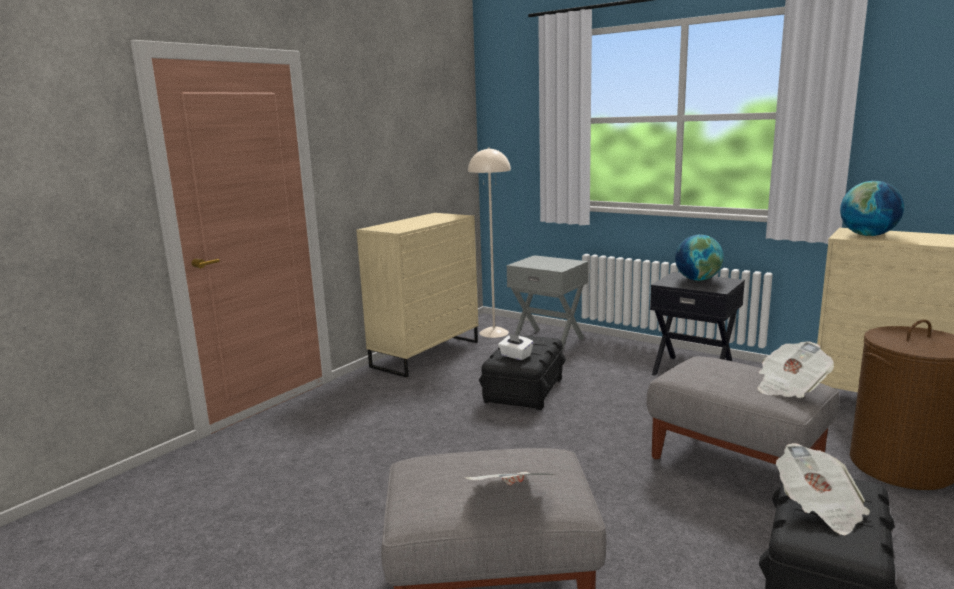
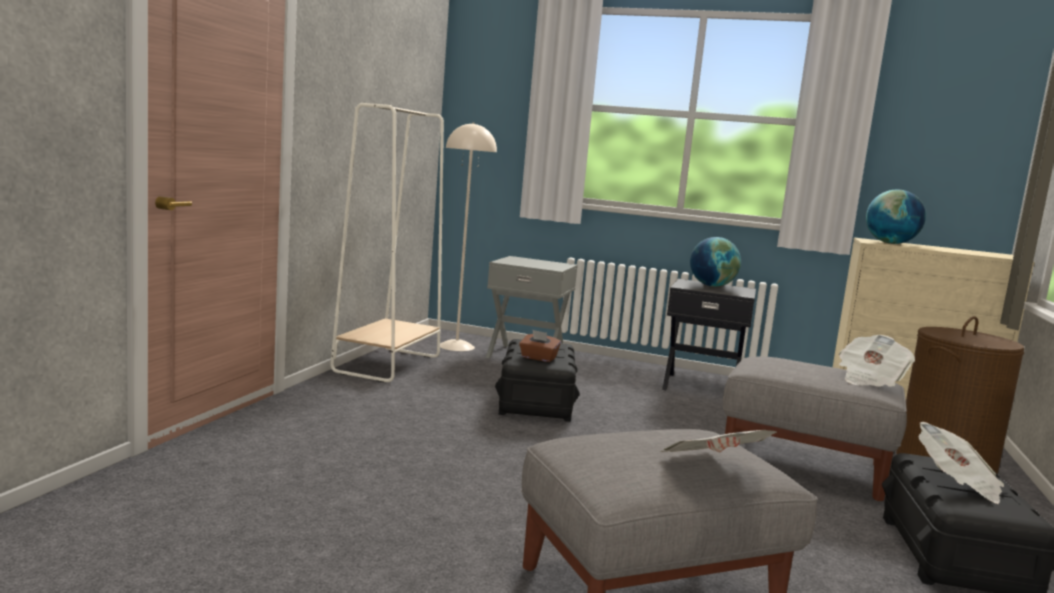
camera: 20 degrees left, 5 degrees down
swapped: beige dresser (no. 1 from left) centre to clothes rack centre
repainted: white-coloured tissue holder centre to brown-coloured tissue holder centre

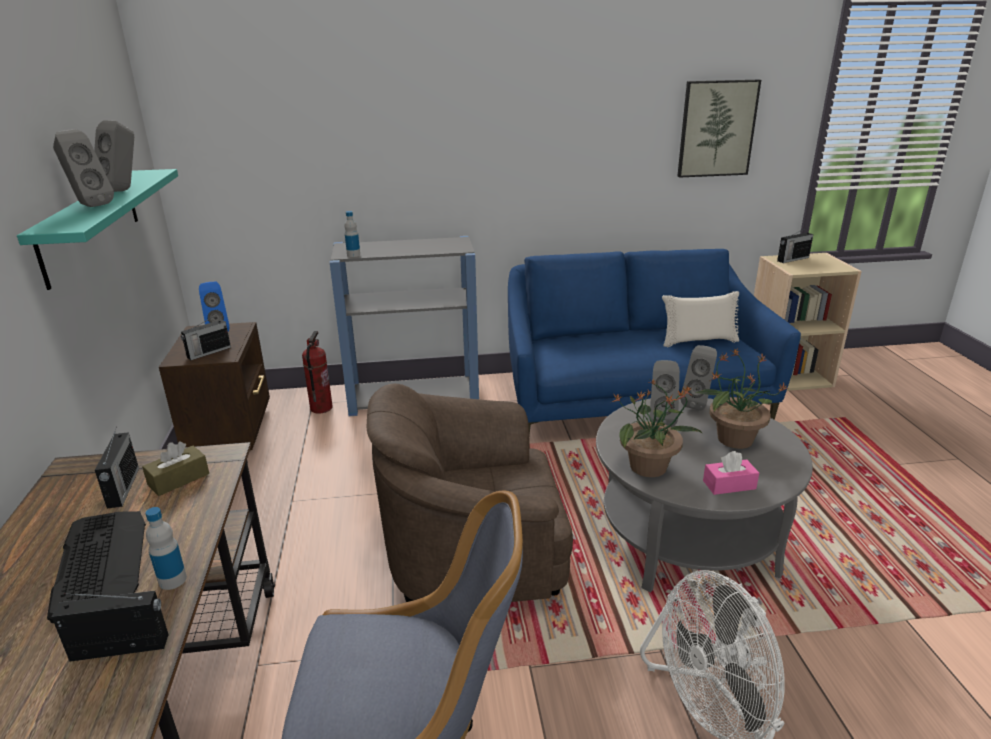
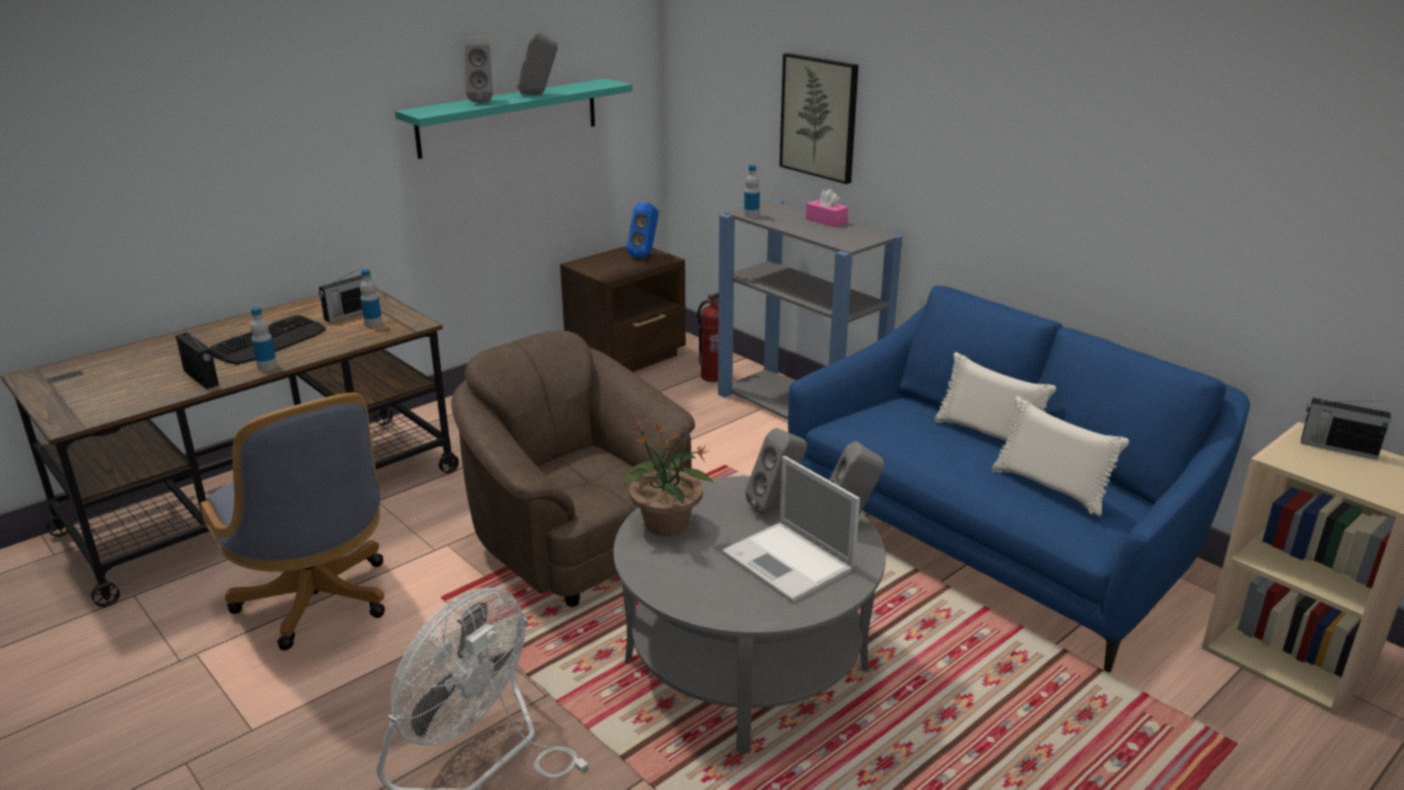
camera: 55 degrees right, 0 degrees up
gone: radio set (no. 3 from left) middle left
new: white-coloured pillow (no. 1 from left) middle right
shifted: wall art top right to top centre; pinkish tissue holder middle right to top centre
swapped: brown-coloured tissue holder middle left to drink bottle (no. 2 from left) middle left; plant in a pot (no. 2 from left) middle right to notebook computer bottom centre

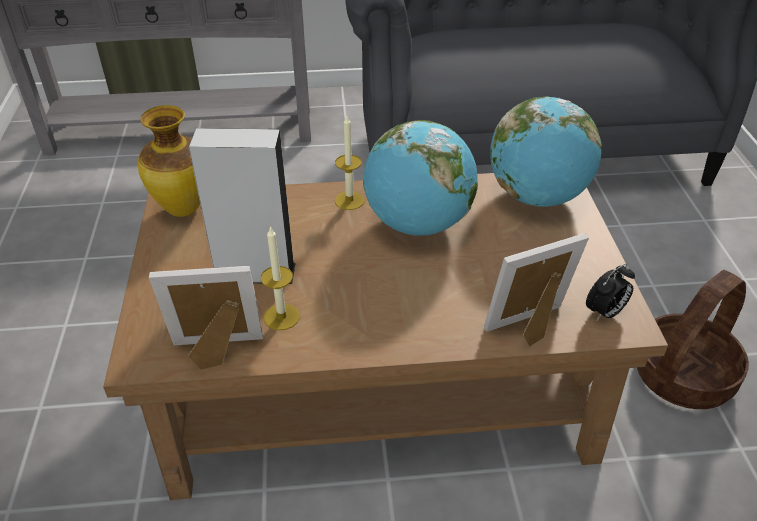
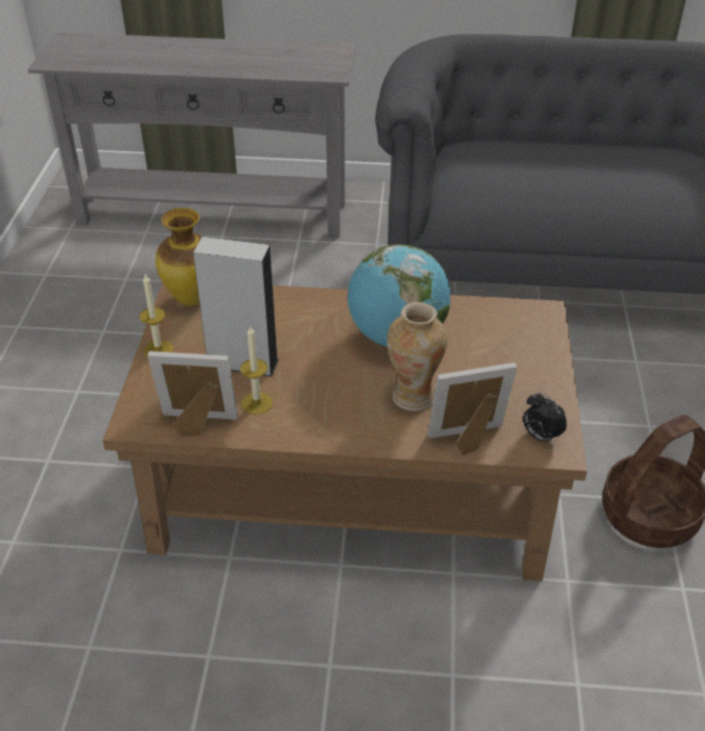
camera: 10 degrees right, 0 degrees up
gone: world globe (no. 2 from left) top right
new: decorative vase (no. 2 from left) centre
shifted: candle (no. 2 from left in the first image) top centre to candle (no. 1 from left) middle left
rotated: table clock middle right = middle right 75 degrees clockwise

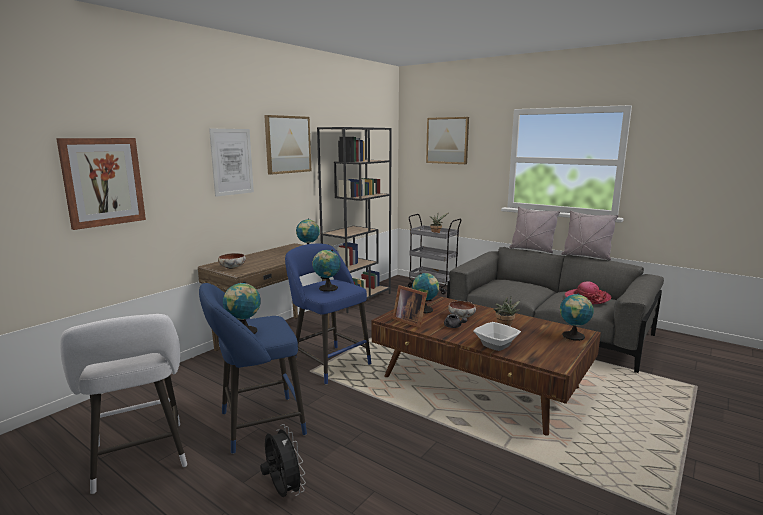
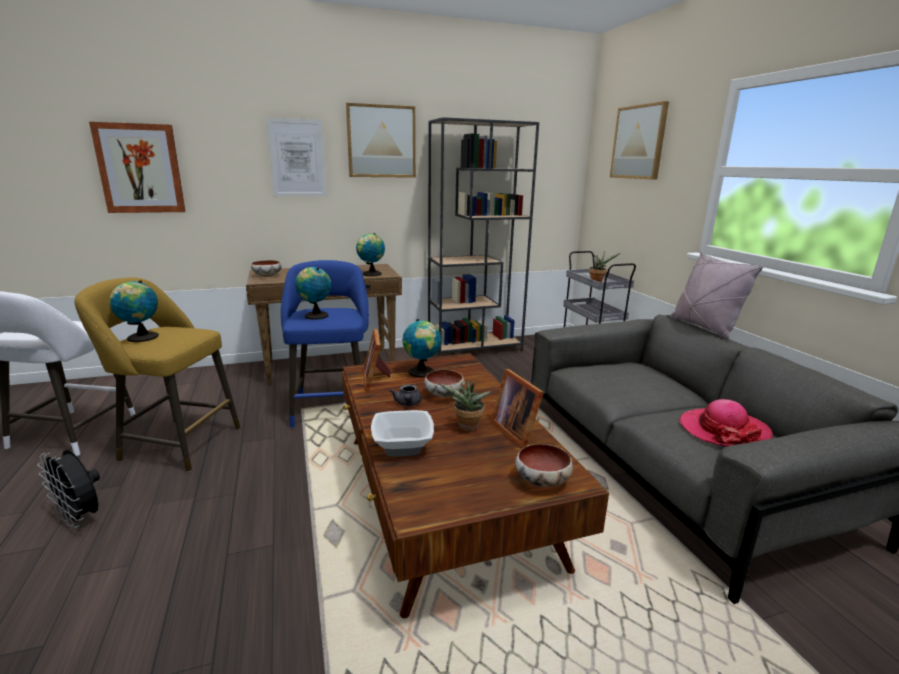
camera: 35 degrees right, 5 degrees up
gone: purple-coloured pillow (no. 2 from left) middle right
new: picture frame (no. 2 from left) centre
swapped: world globe (no. 5 from left) middle right to serving bowl (no. 4 from left) bottom centre
repainted: blue-coloured stool seat (no. 1 from left) bottom left to yellow stool seat middle left
rotated: black cooling fan bottom centre = bottom left 120 degrees clockwise

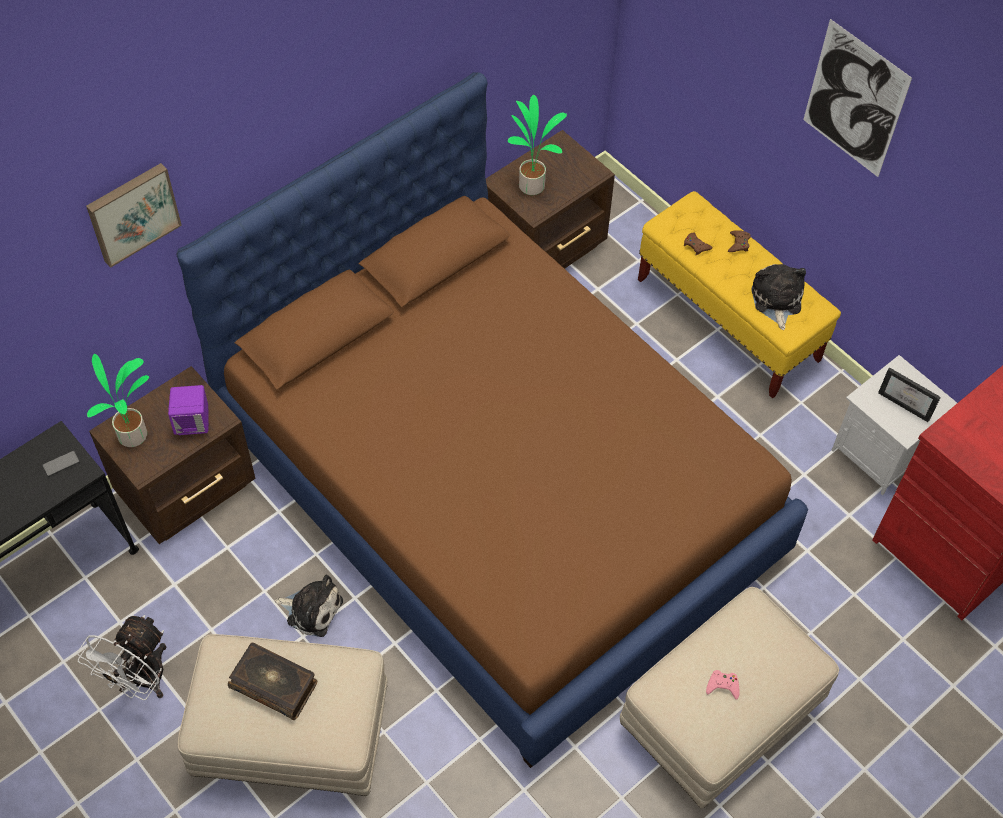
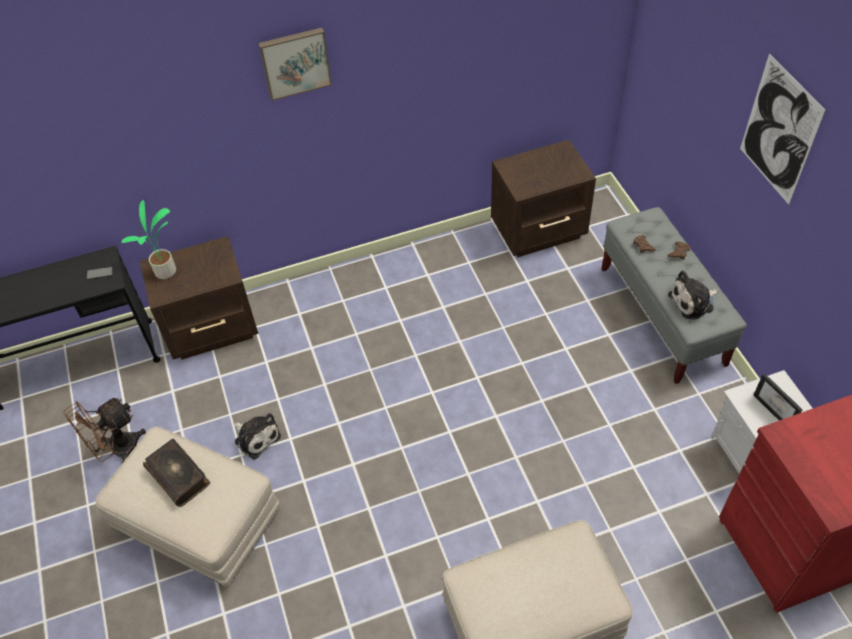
camera: 25 degrees right, 5 degrees down
gone: purple-coloured loudspeaker middle left; brown-coloured bedroom bed centre; plant in a pot (no. 2 from left) top centre; pinkish game controller bottom right
shifted: wall art (no. 1 from left) top left to top centre
repainted: white-coloured cooling fan bottom left to brown-coloured cooling fan bottom left; yellow indoor bench middle right to grey indoor bench middle right
rotated: plush toy (no. 2 from left) middle right = middle right 135 degrees counterclockwise

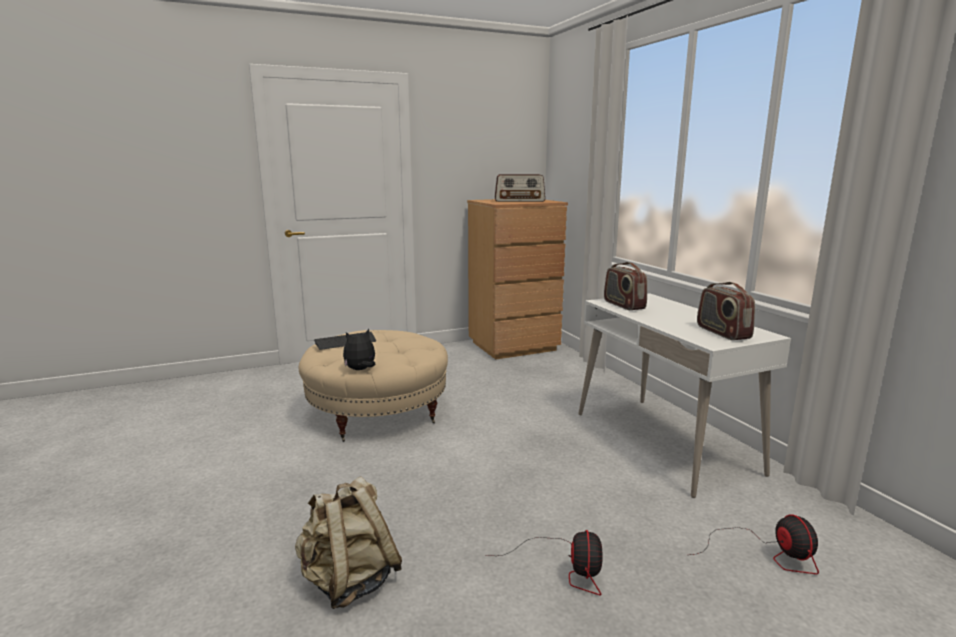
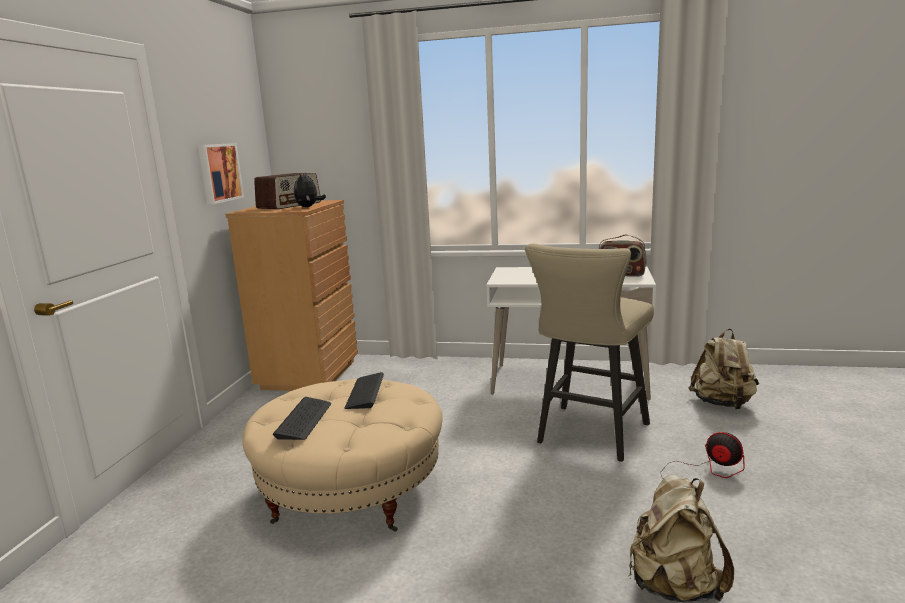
camera: 55 degrees left, 0 degrees up
gone: radio set (no. 2 from left) centre
new: wall art top left; PC keyboard (no. 2 from left) centre; beige stool seat centre
shifted: plush toy centre to top centre
swapped: cooling fan (no. 2 from left) bottom right to beige backpack (no. 2 from left) middle right

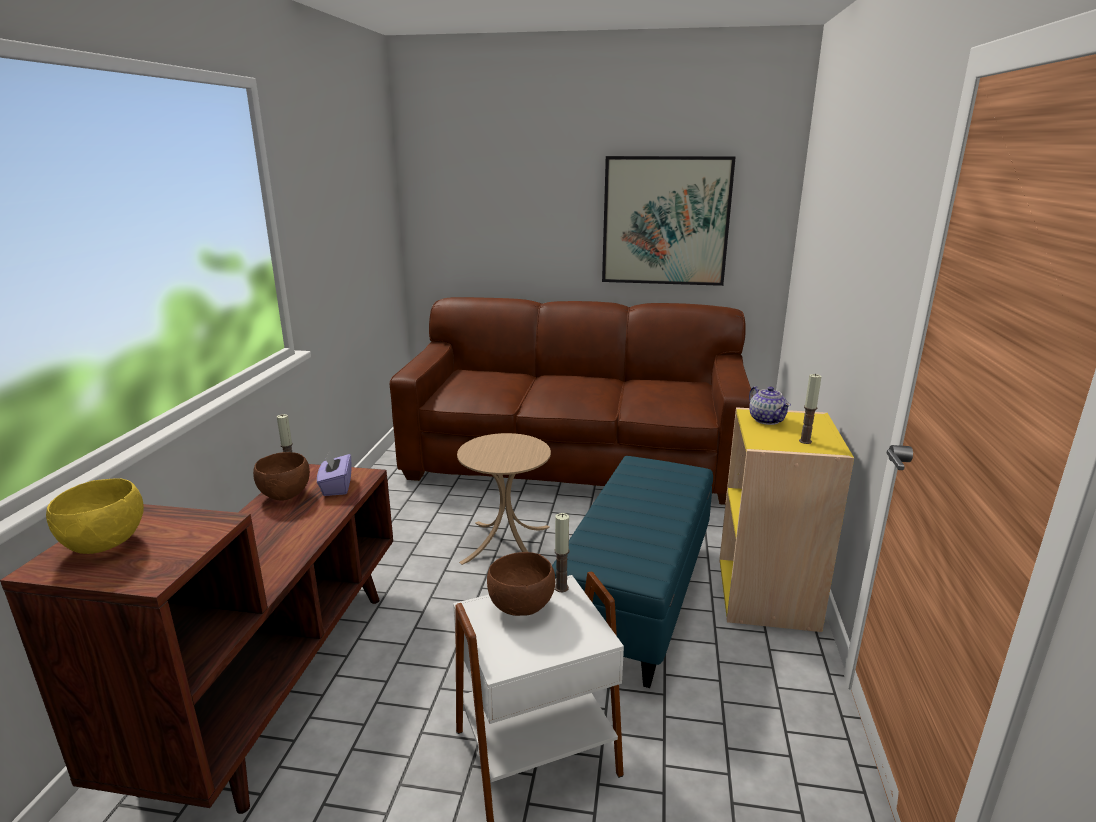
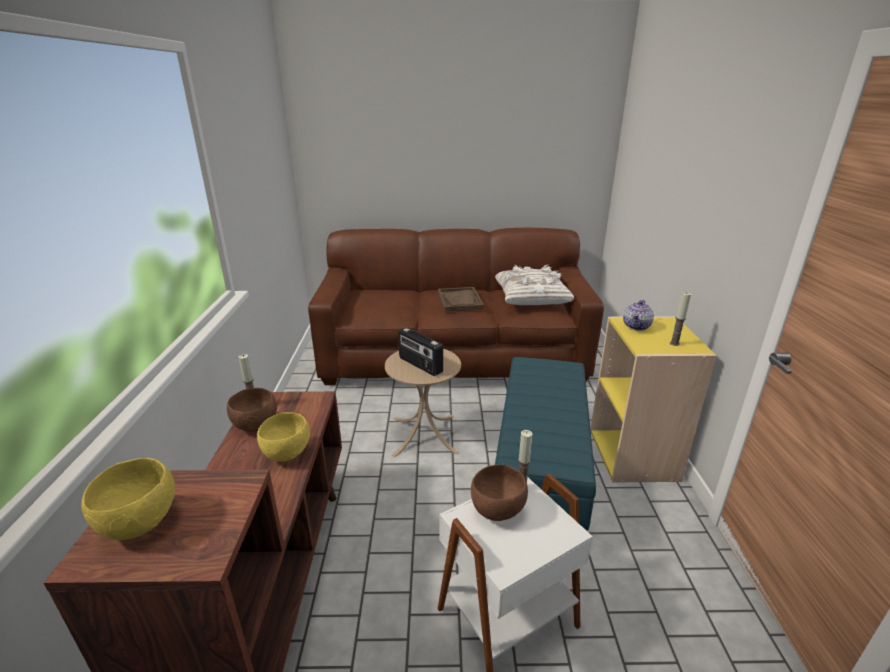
camera: 10 degrees left, 5 degrees up
gone: purple-coloured tissue holder middle left; wall art top centre
new: yellow serving bowl (no. 2 from left) middle left; radio set centre; brown-coloured tray centre; white-coloured pillow centre
rotated: tea pot middle right = middle right 60 degrees clockwise

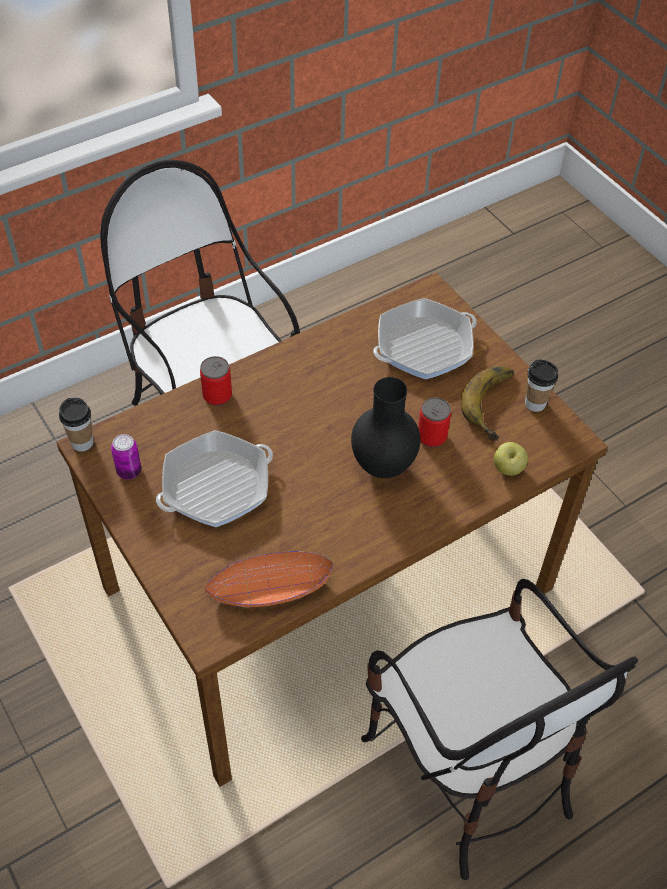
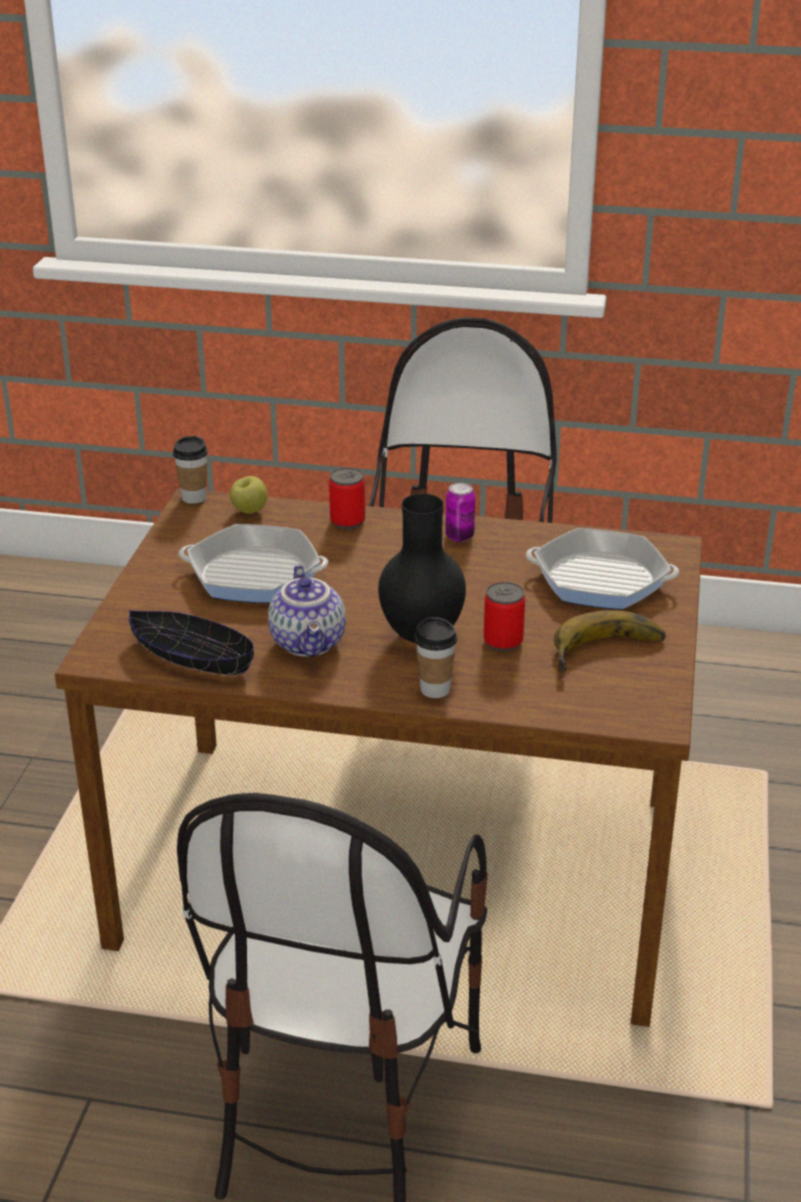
camera: 45 degrees right, 20 degrees down
new: tea pot centre
shifted: can (no. 1 from left in the first image) middle left to can (no. 2 from left) centre; whole apple middle right to middle left; cup (no. 2 from left) middle right to centre
repainted: orange-coloured serving bowl centre to black serving bowl middle left

